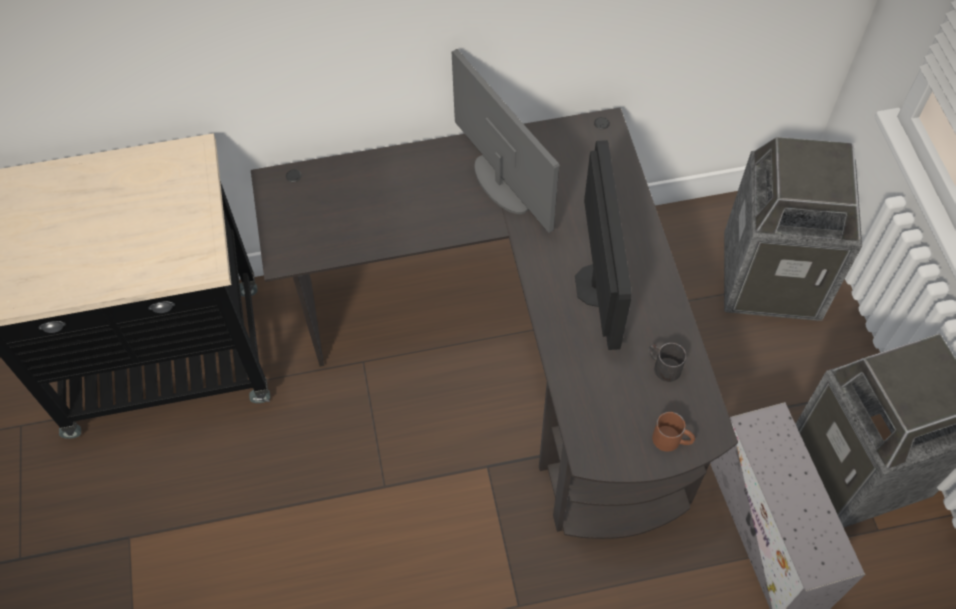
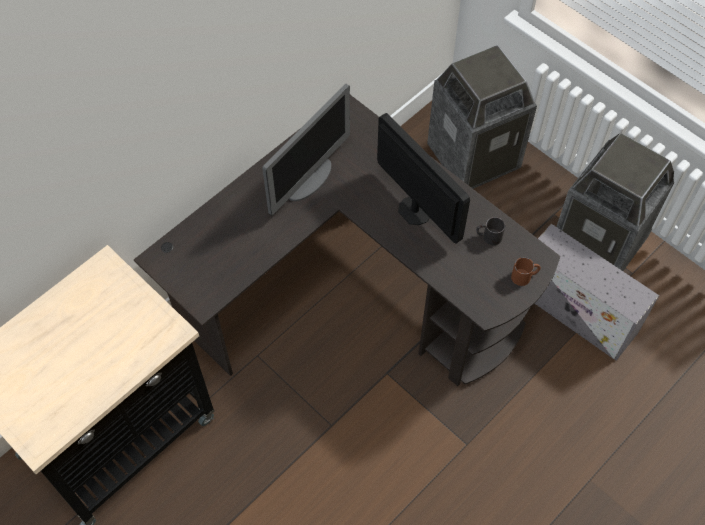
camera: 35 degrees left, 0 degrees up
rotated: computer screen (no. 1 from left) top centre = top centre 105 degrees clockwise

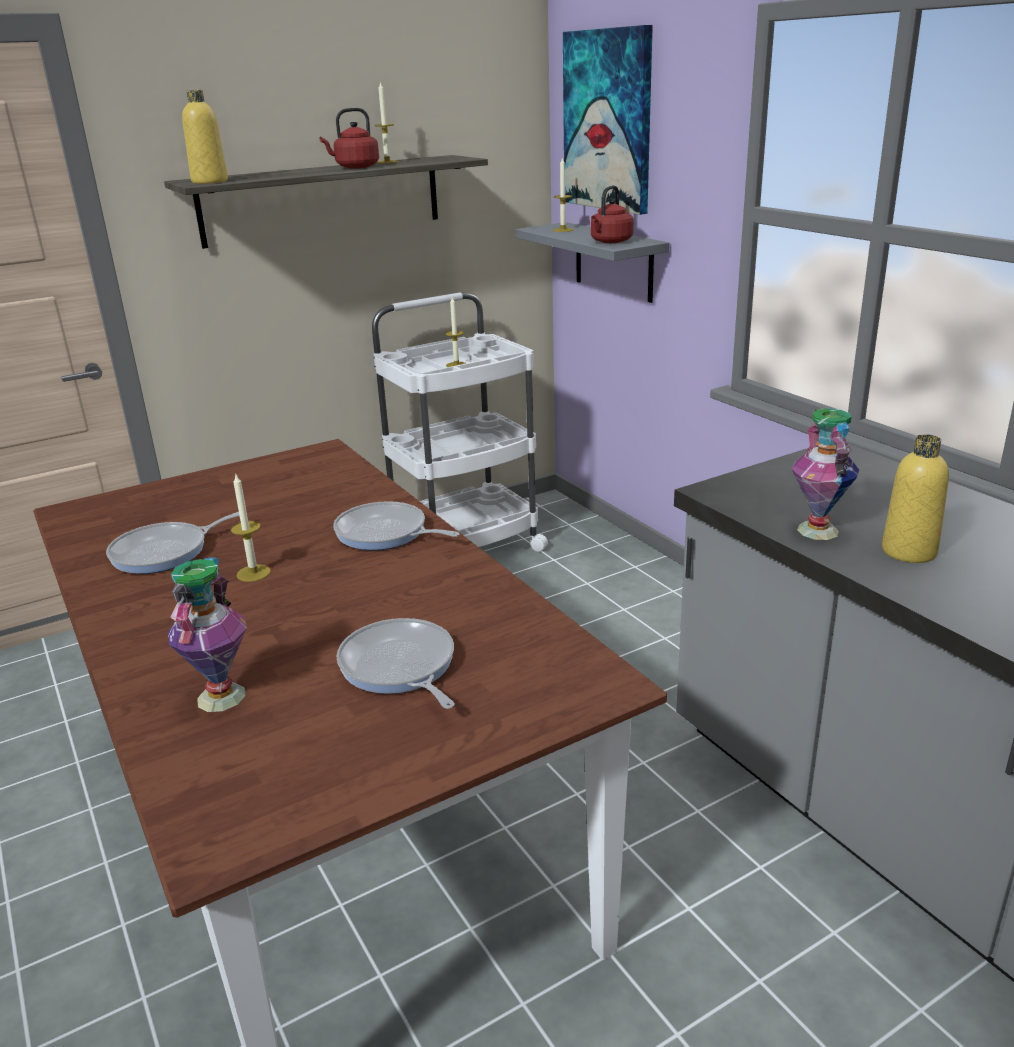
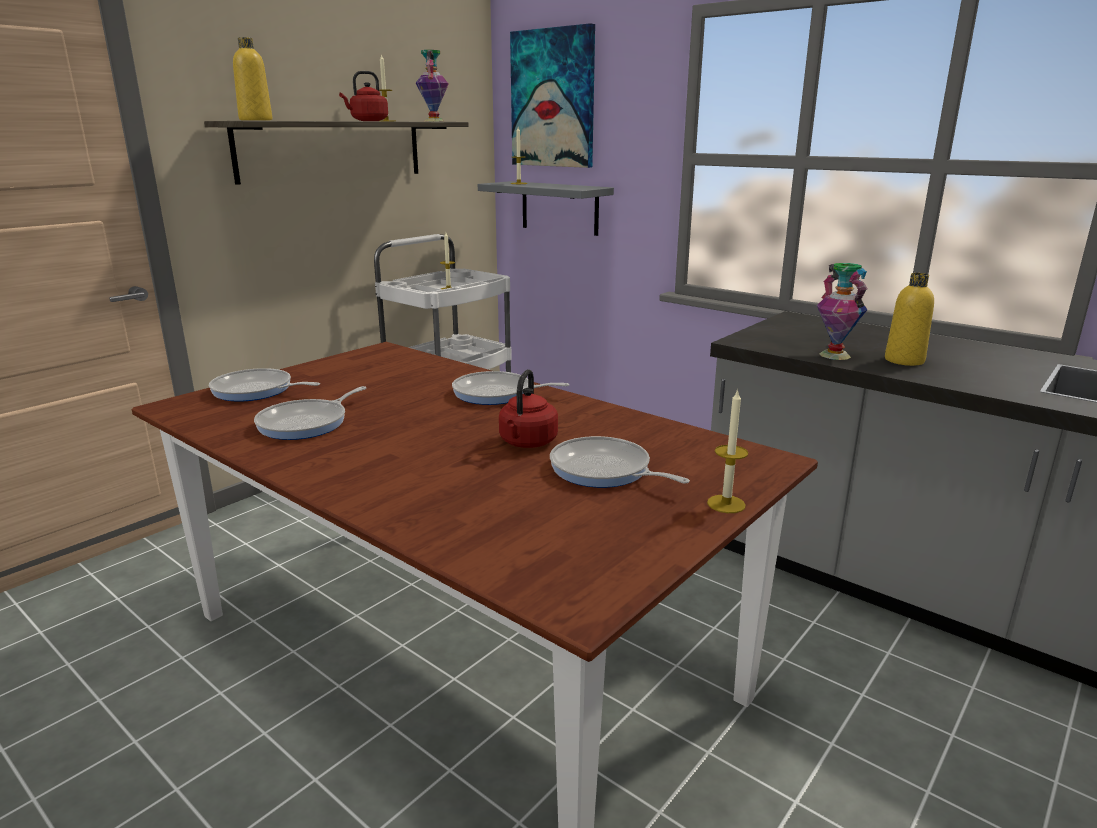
camera: 20 degrees left, 5 degrees down
new: skillet (no. 1 from left) middle left
shifted: decorative vase (no. 1 from left) middle left to top centre; candle (no. 1 from left in the first image) middle left to candle (no. 4 from left) centre; red kettle (no. 2 from left) top centre to centre

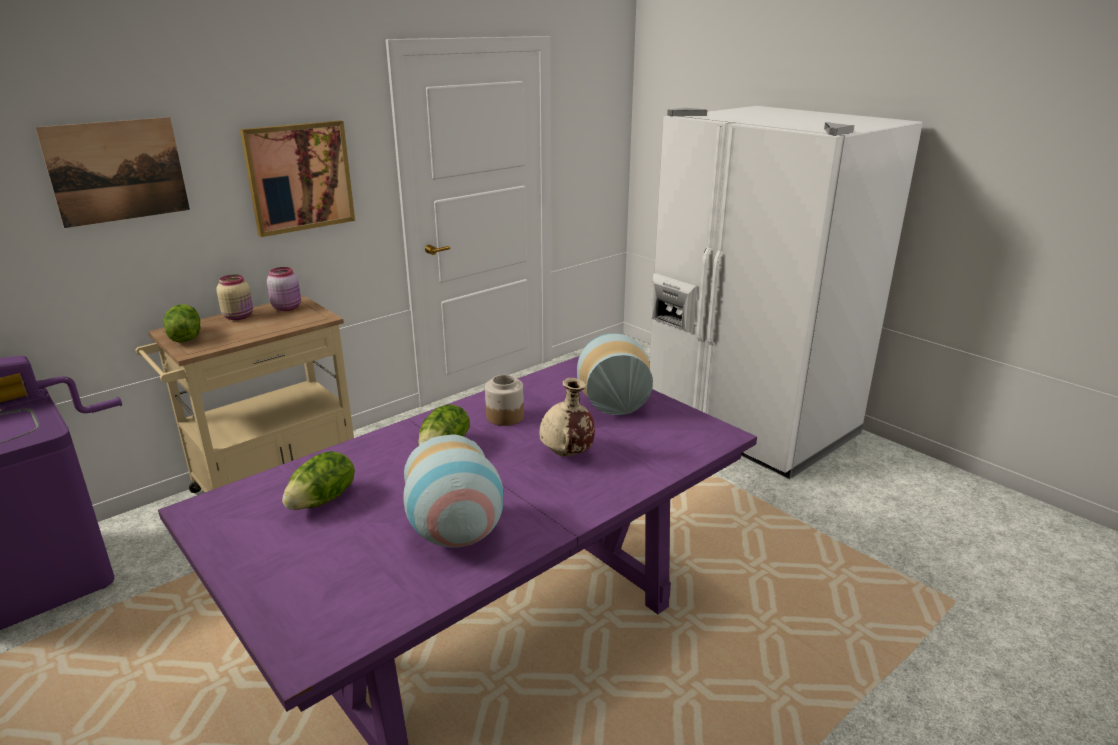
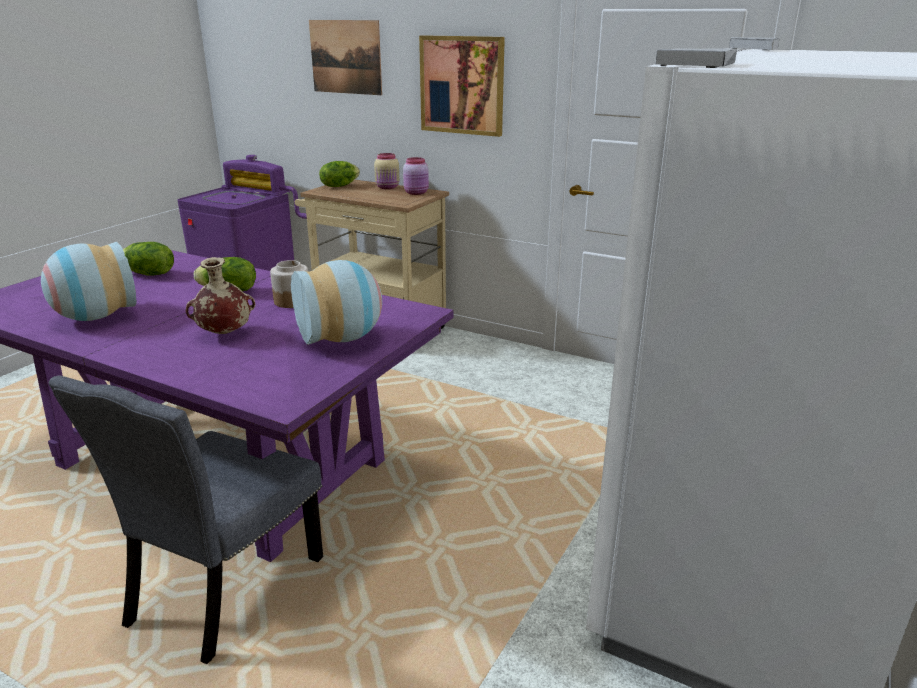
camera: 70 degrees right, 0 degrees up
new: grey upright chair bottom left

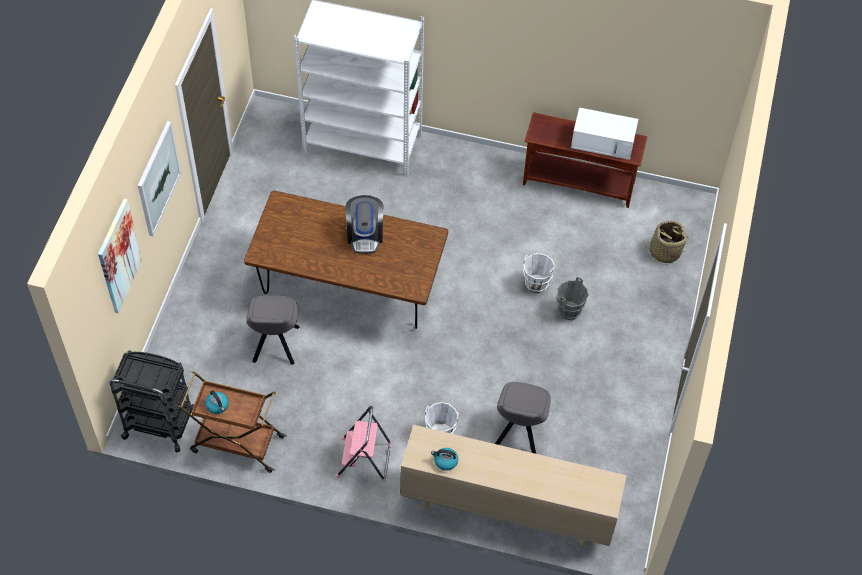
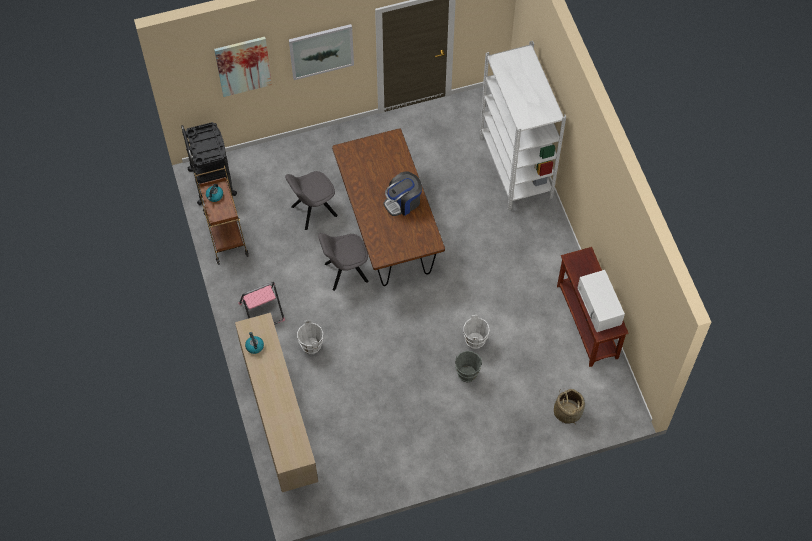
camera: 60 degrees right, 5 degrees up
shifted: grey upright chair (no. 2 from left) bottom centre to centre

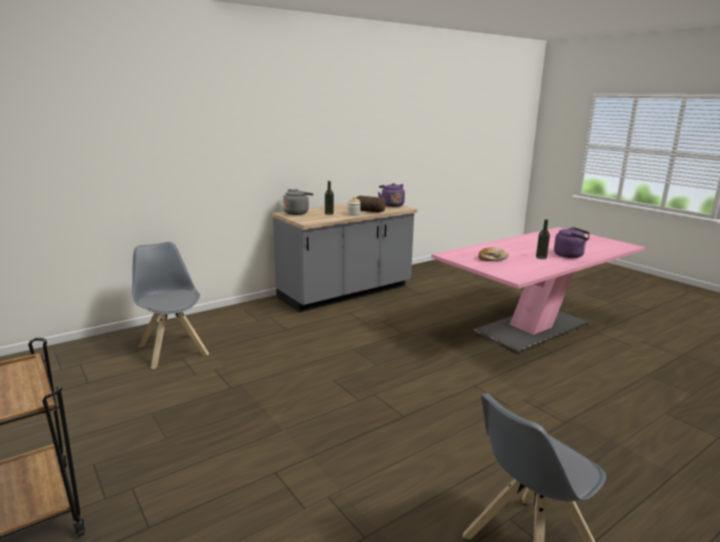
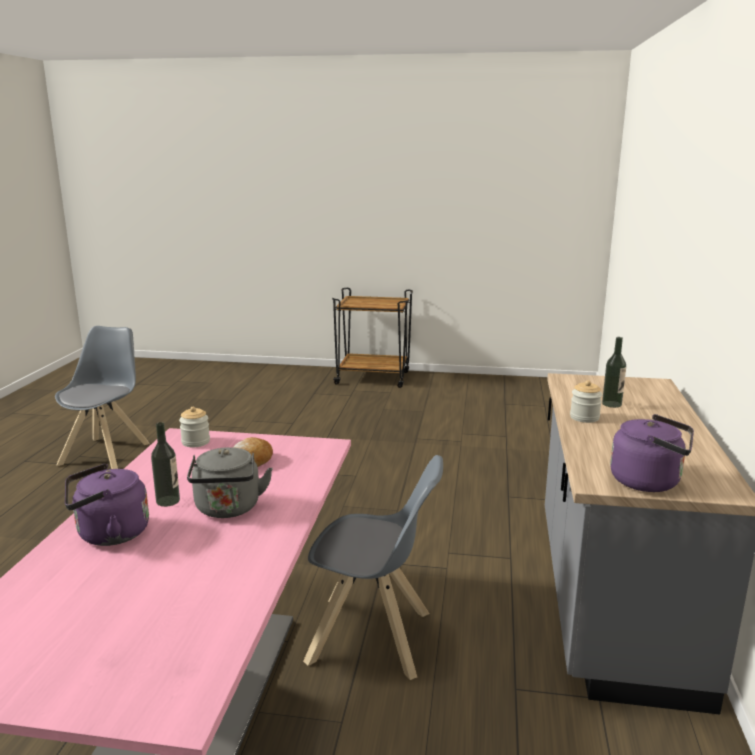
camera: 135 degrees right, 0 degrees up
gone: bread (no. 1 from left) centre
new: storage jar (no. 1 from left) middle left
shifted: grey upright chair (no. 1 from left in the first image) middle left to grey upright chair (no. 2 from left) bottom centre; grey kettle centre to middle left

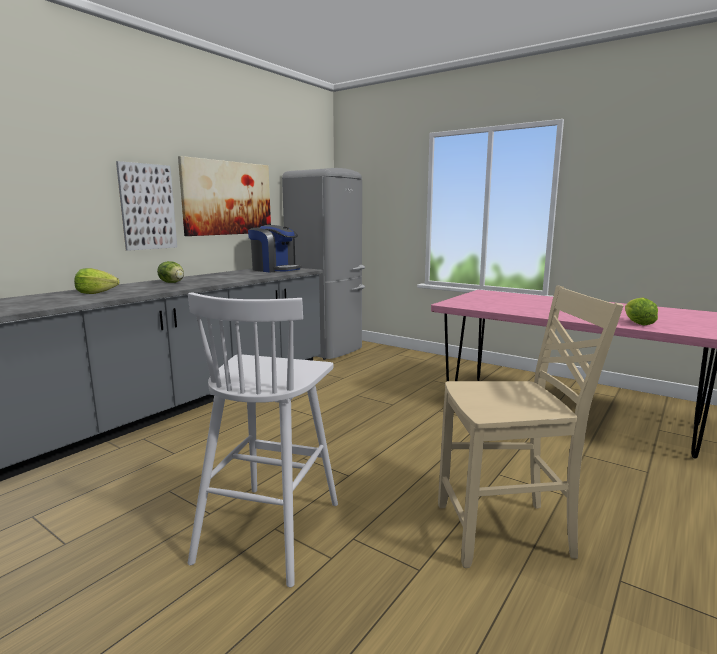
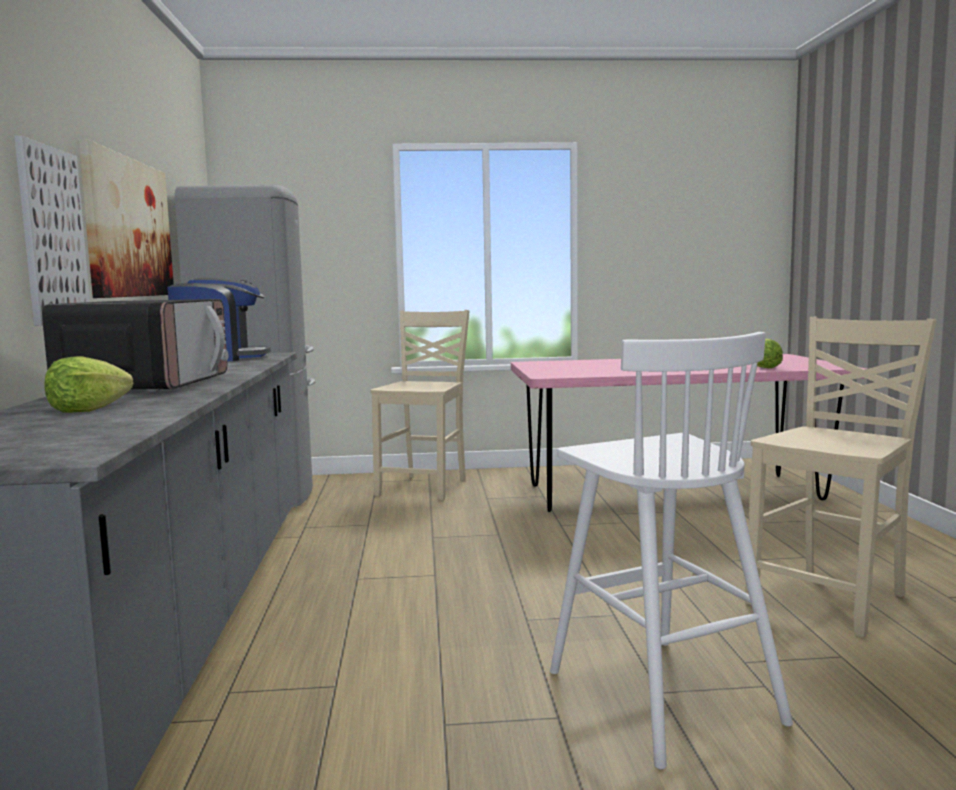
camera: 40 degrees left, 5 degrees down
new: beige upright chair (no. 1 from left) centre
swapped: lettuce (no. 2 from left) middle left to kitchen microwave middle left

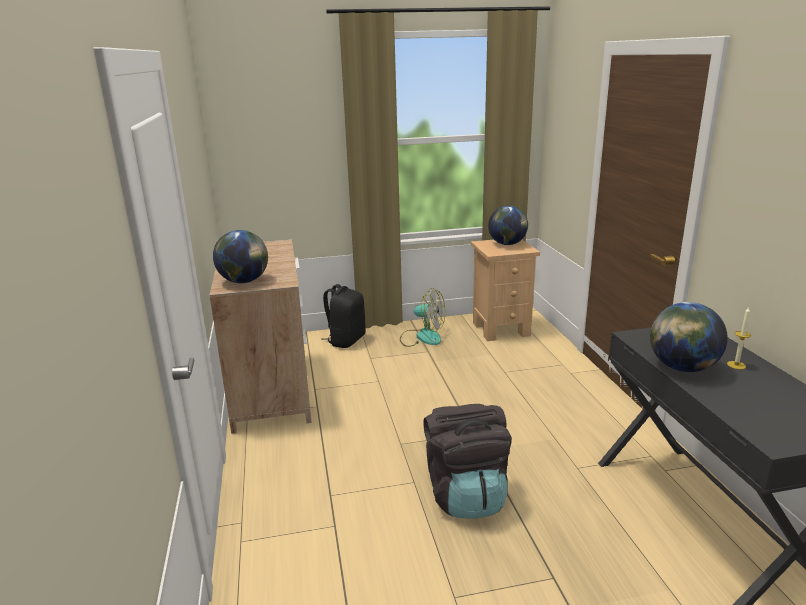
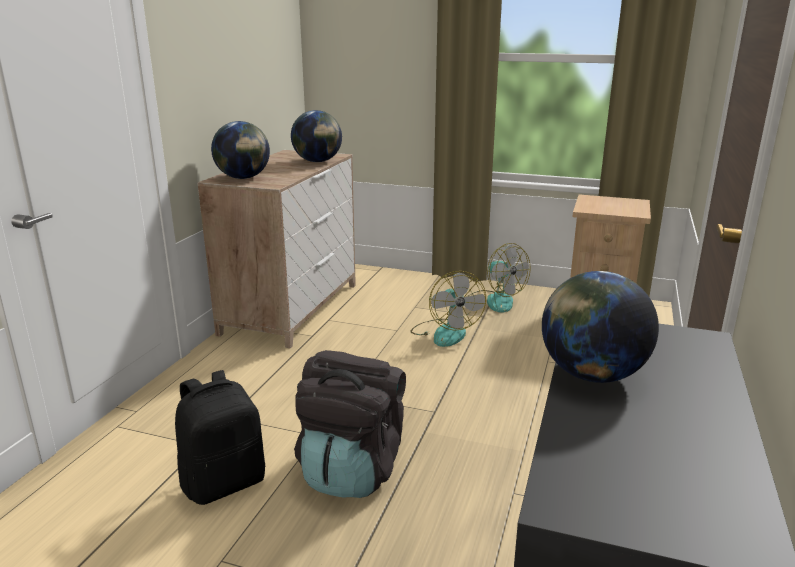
camera: 30 degrees right, 0 degrees up
gone: candle middle right
new: cooling fan (no. 1 from left) centre
shifted: black backpack (no. 1 from left) centre to bottom left; world globe (no. 2 from left) centre to top centre

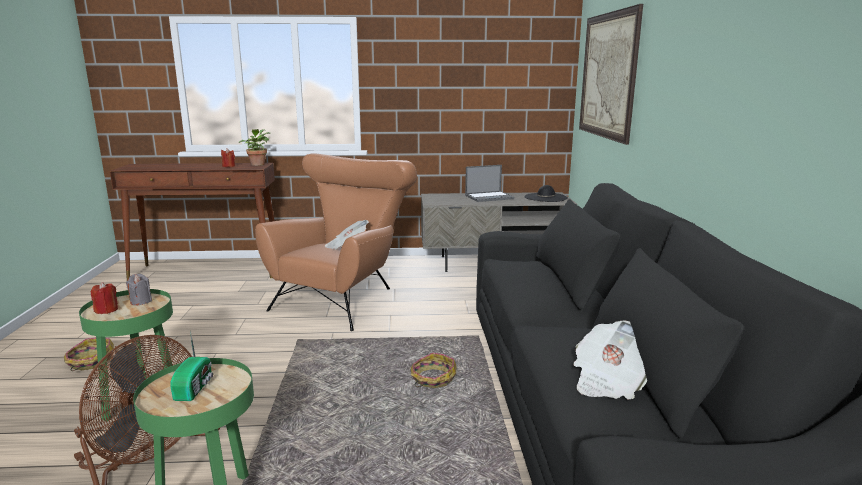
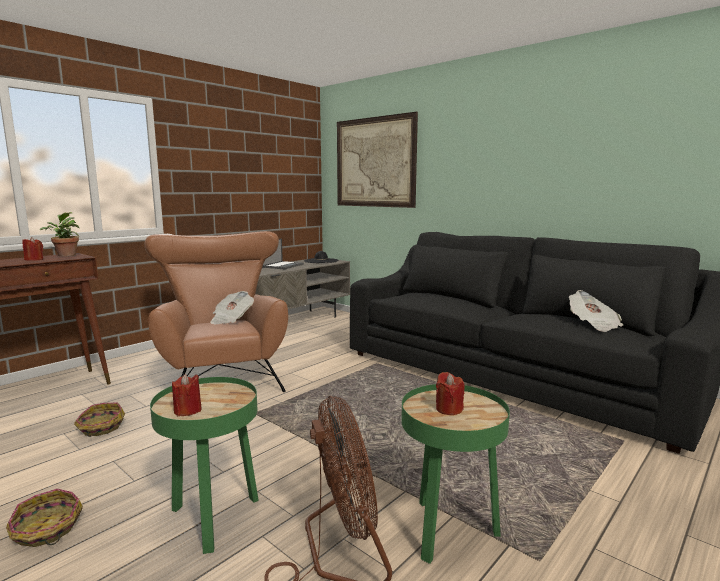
camera: 45 degrees left, 5 degrees down
gone: grey candle middle left
shifted: storage basket (no. 2 from left) bottom centre to bottom left
swapped: radio set bottom left to red candle (no. 3 from left) bottom centre

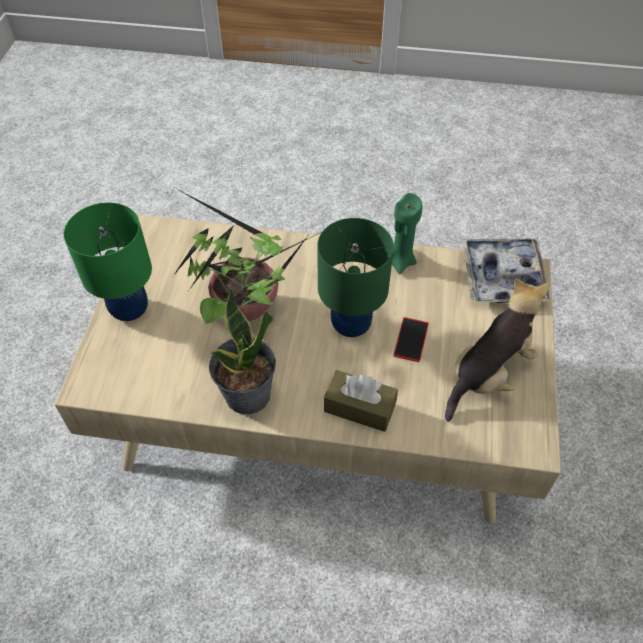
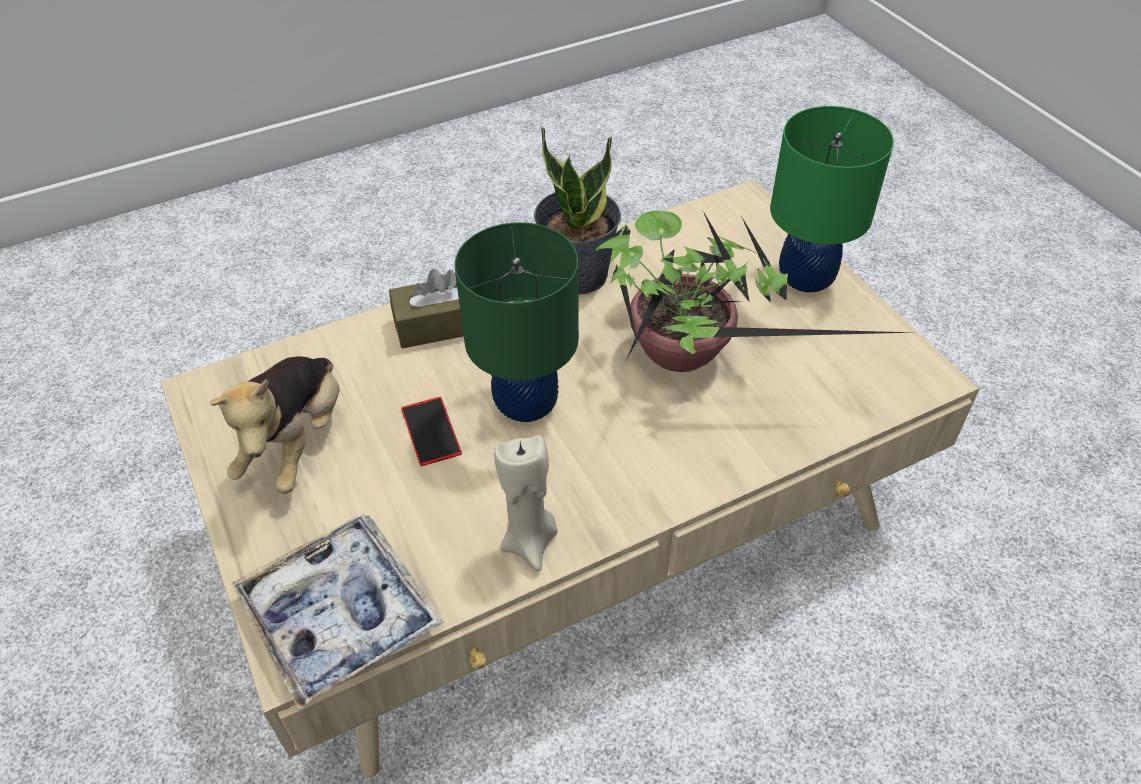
camera: 145 degrees right, 5 degrees down
repainted: green-coloured candle centre to beige candle centre

